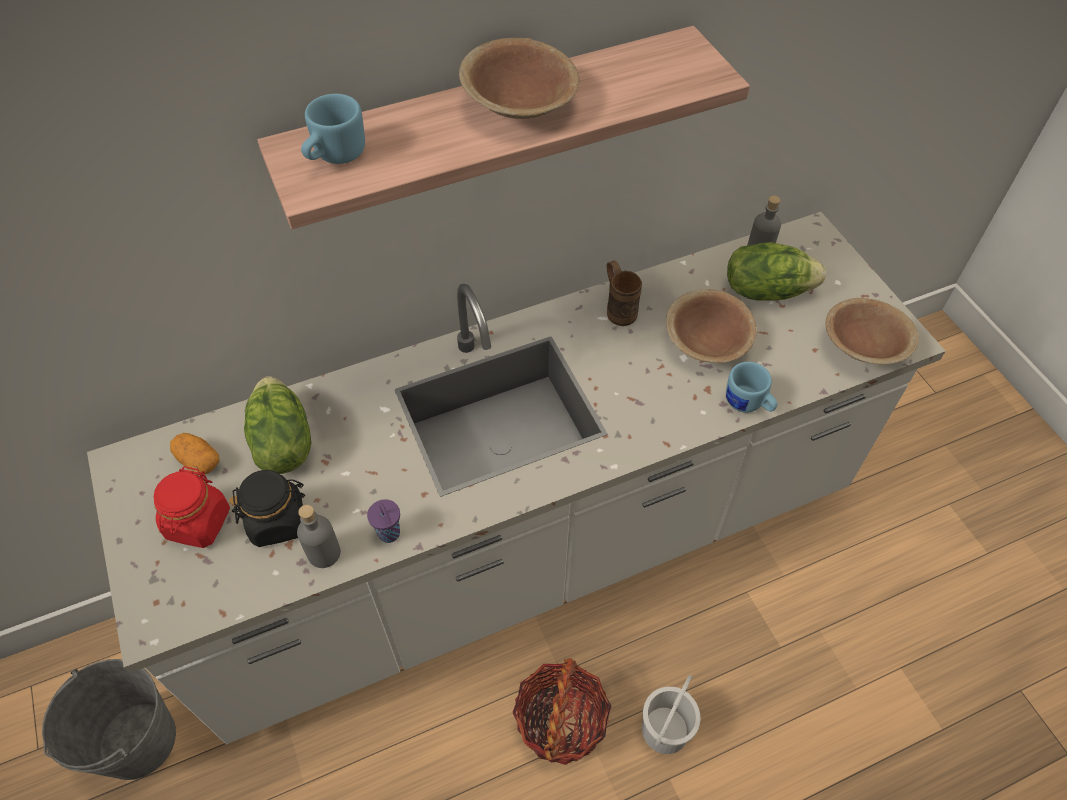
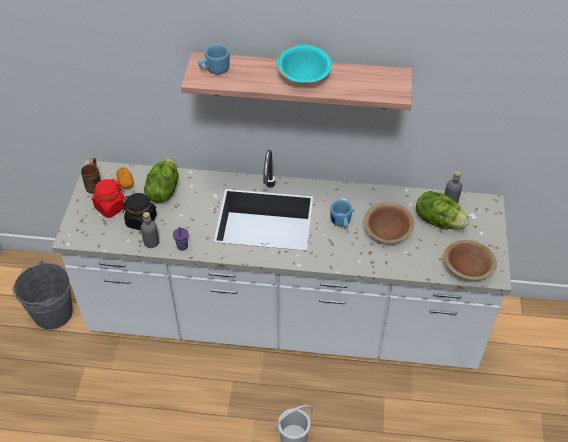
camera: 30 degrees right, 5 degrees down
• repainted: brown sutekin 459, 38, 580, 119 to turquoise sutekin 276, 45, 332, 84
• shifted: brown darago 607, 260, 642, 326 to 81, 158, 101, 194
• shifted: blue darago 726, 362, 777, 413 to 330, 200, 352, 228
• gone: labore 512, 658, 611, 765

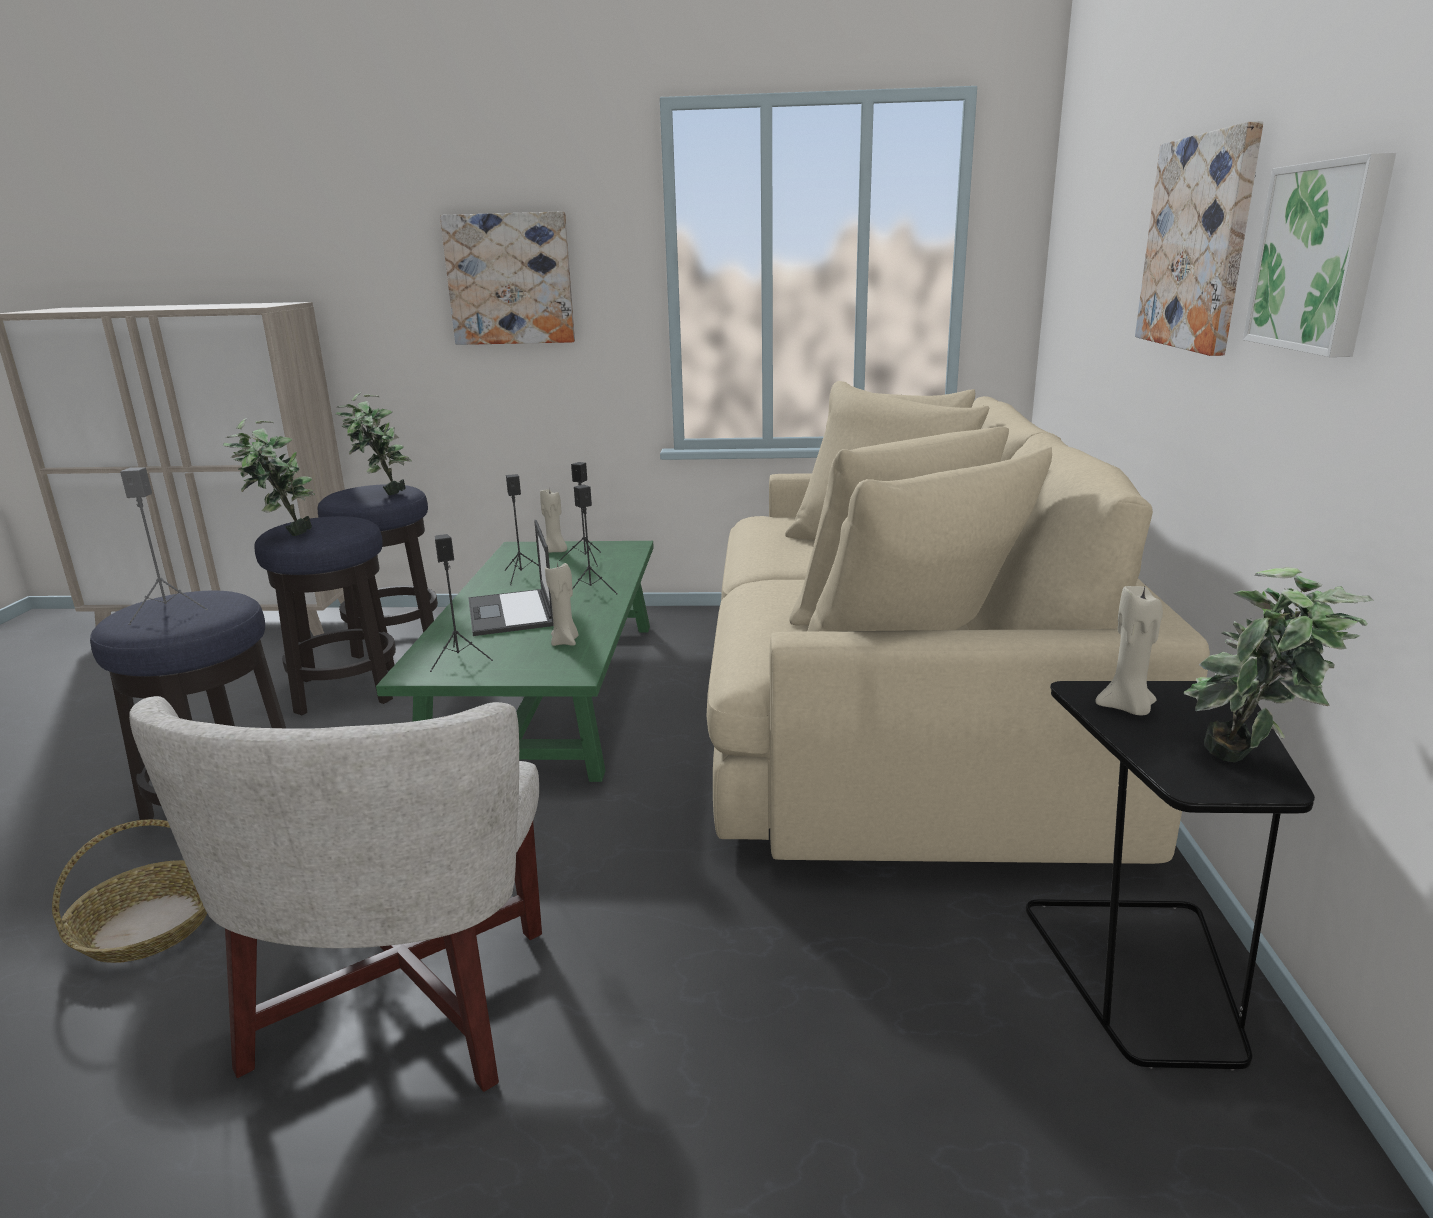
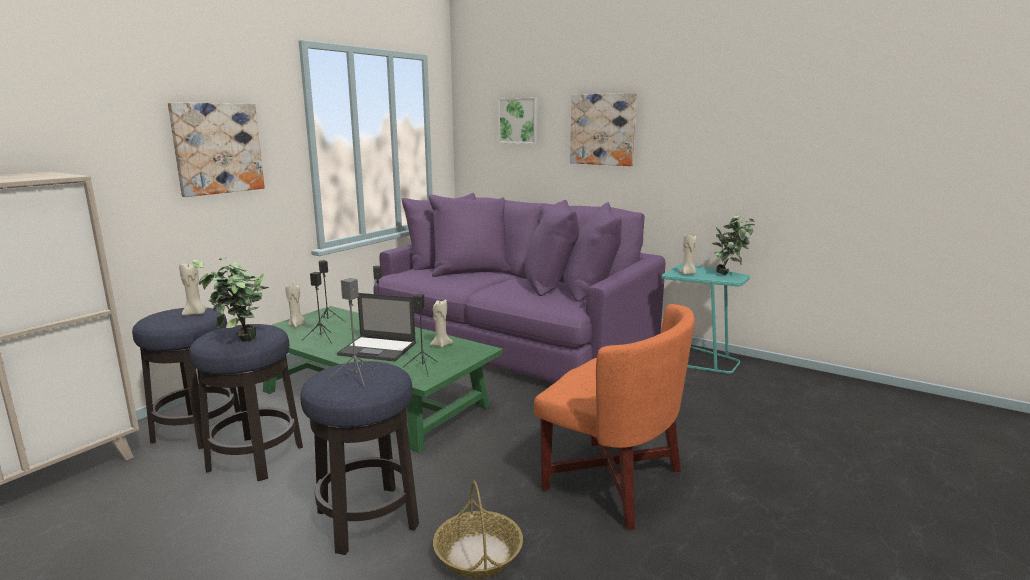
camera: 60 degrees left, 5 degrees down
• shifted: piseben 1243, 153, 1396, 357 to 498, 98, 538, 144
• repainted: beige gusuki 707, 381, 1210, 864 to purple gusuki 373, 193, 665, 383
• swapped: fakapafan 336, 392, 412, 495 to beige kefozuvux 179, 263, 207, 315
• repainted: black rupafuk 1026, 681, 1315, 1071 to turquoise rupafuk 662, 263, 750, 374
• repainted: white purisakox 129, 696, 542, 1092 to orange purisakox 534, 304, 695, 530

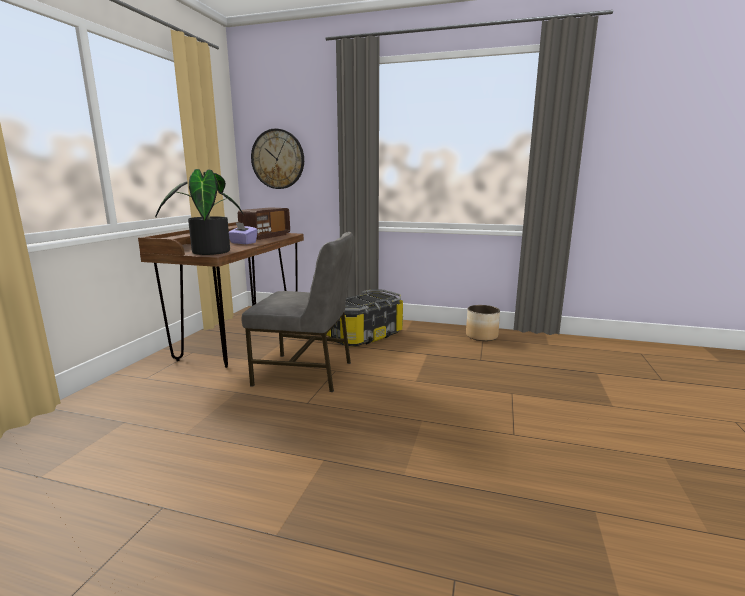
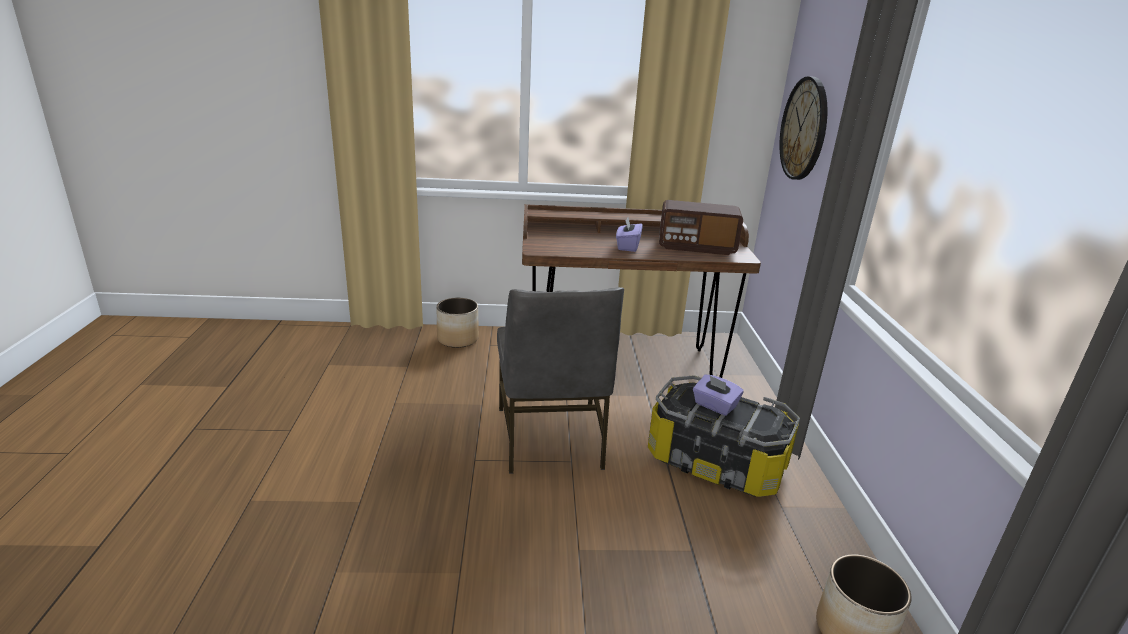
camera: 70 degrees right, 10 degrees up
• gone: fakapafan 155, 169, 244, 255
• new: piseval 436, 298, 479, 348
• new: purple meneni 693, 374, 744, 416

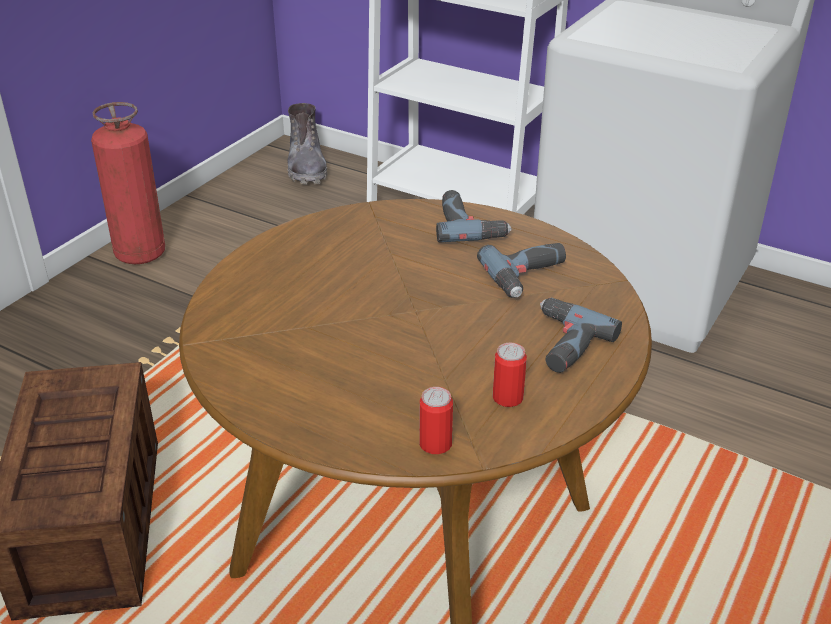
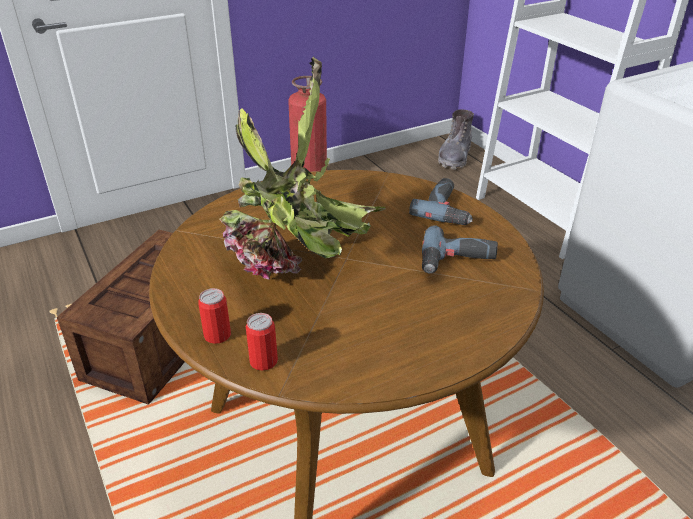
camera: 30 degrees right, 0 degrees up
• gone: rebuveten 540, 298, 622, 373
• shifted: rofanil 493, 343, 527, 407 to 198, 288, 231, 344
• new: fakapafan 220, 57, 386, 279

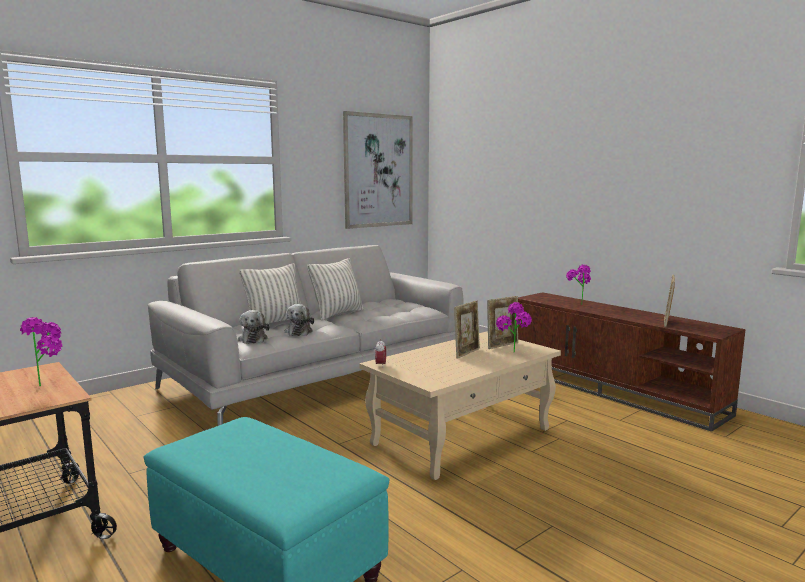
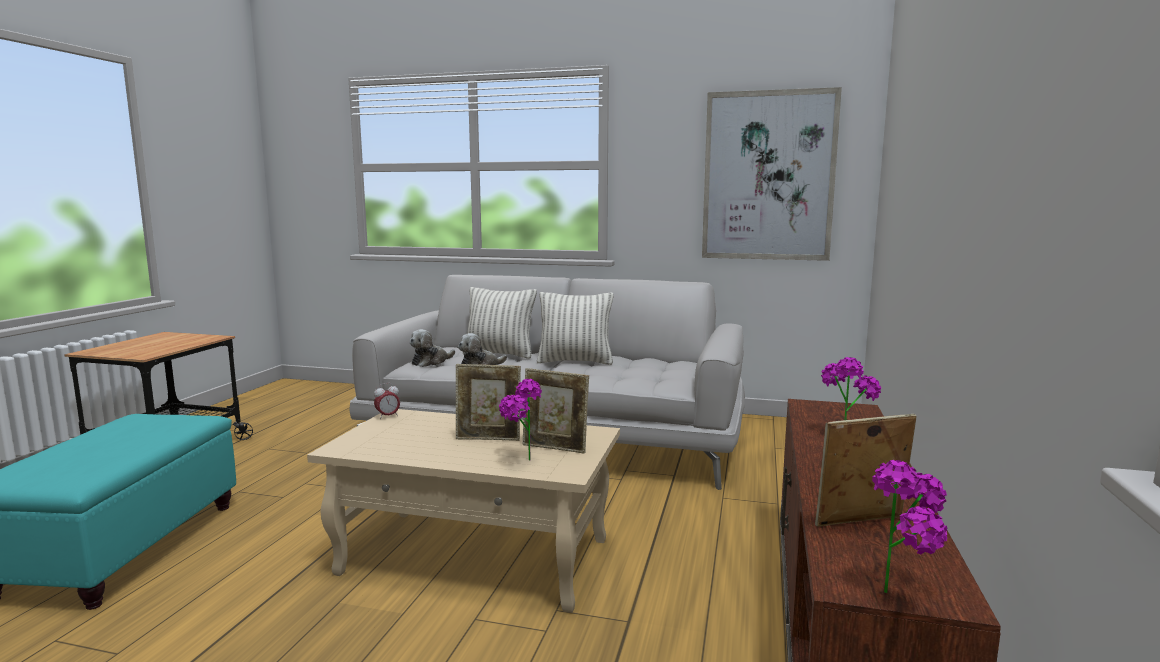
camera: 55 degrees right, 0 degrees up
• shifted: fakapafan 20, 317, 62, 386 to 872, 460, 948, 593

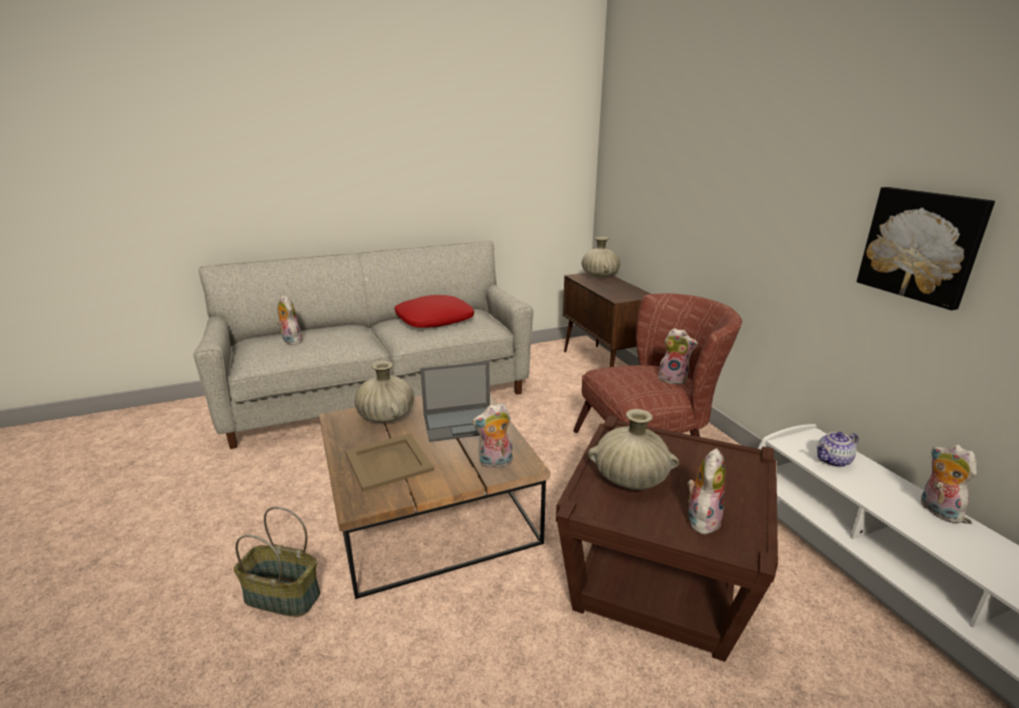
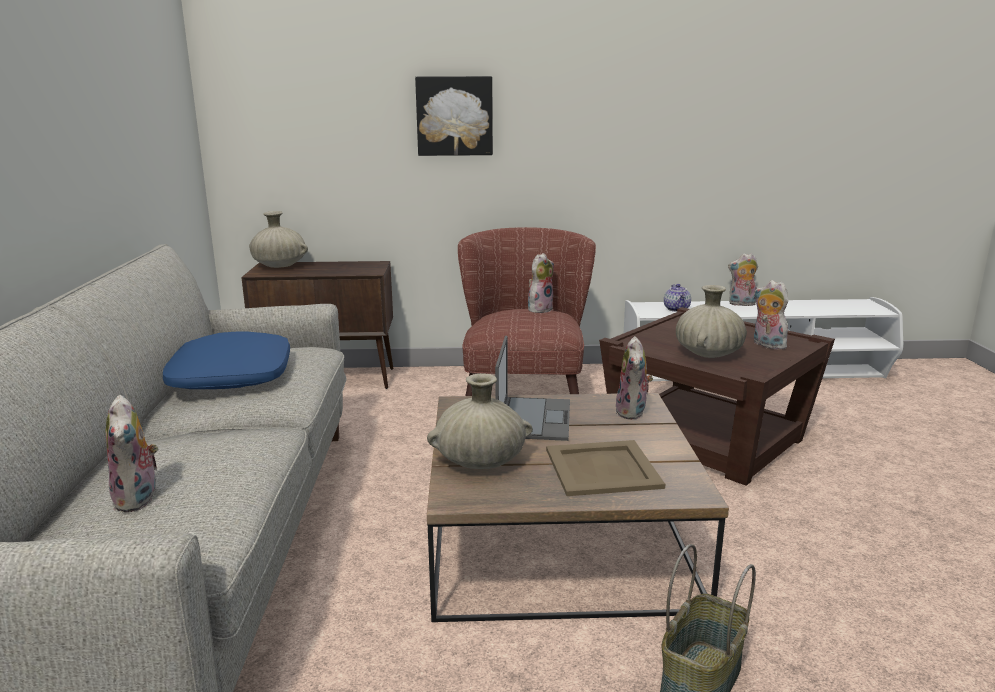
camera: 70 degrees left, 5 degrees down
• shifted: piseben 857, 187, 995, 310 to 415, 76, 493, 156
• rotated: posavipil 276, 295, 302, 345 = 106, 395, 158, 512 90 degrees counterclockwise
• repainted: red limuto 395, 295, 474, 328 to blue limuto 163, 331, 290, 389

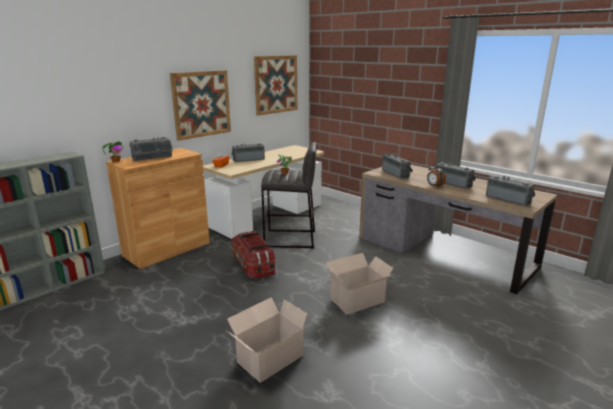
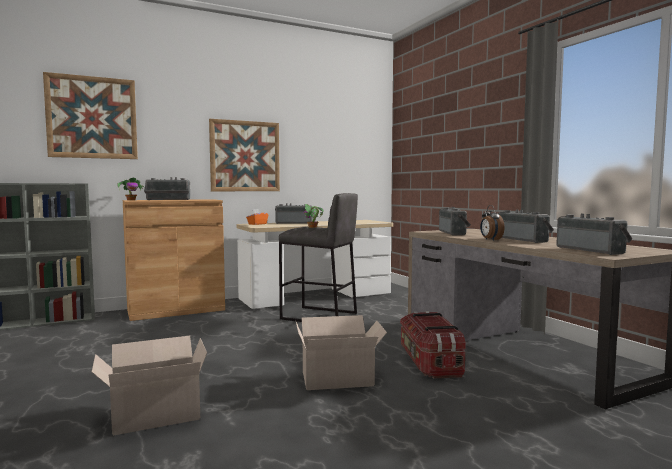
camera: 20 degrees right, 15 degrees down
• shifted: piseben 254, 55, 297, 116 to 43, 72, 138, 159
• shifted: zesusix 231, 231, 275, 279 to 400, 312, 466, 378

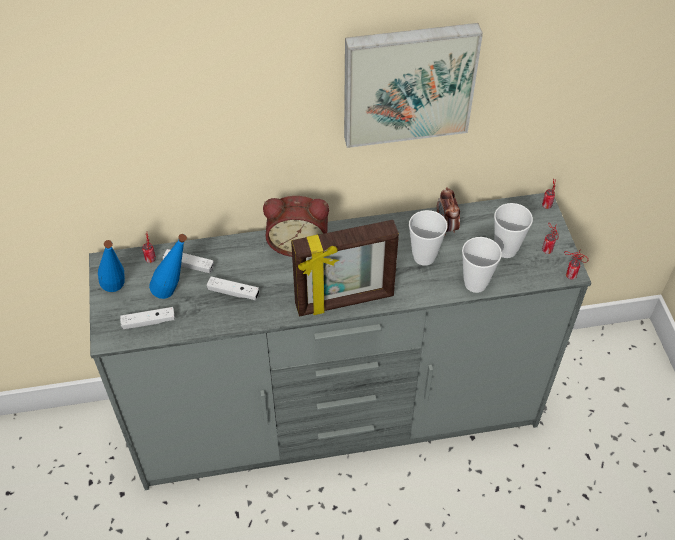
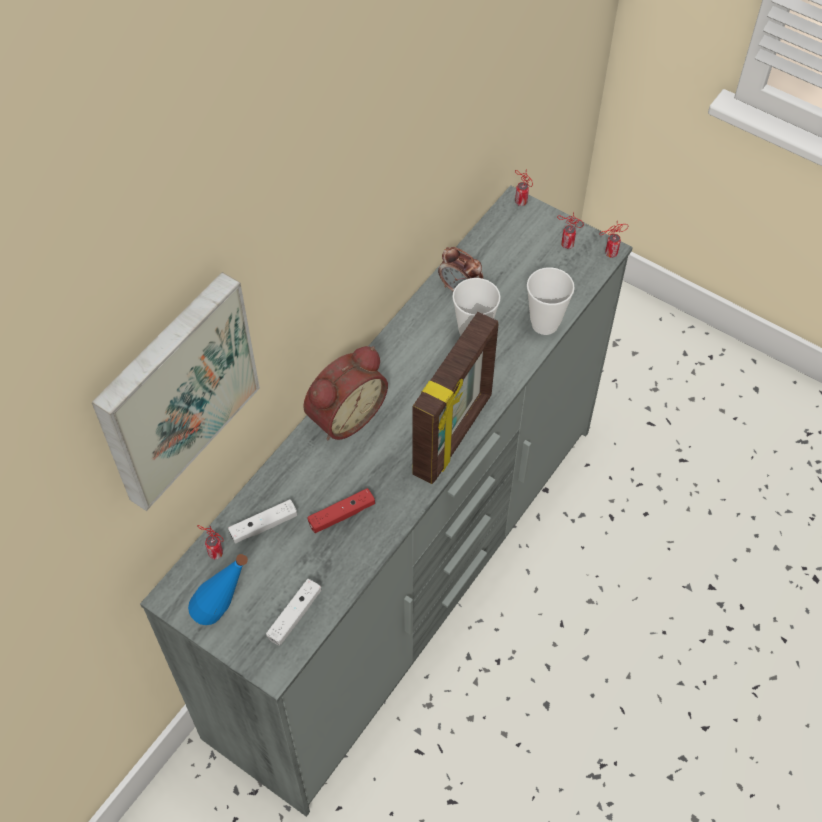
camera: 45 degrees left, 5 degrees up
• shifted: piseben 344, 23, 483, 148 to 91, 272, 260, 511
• gone: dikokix 494, 203, 533, 258
• gone: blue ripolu 149, 234, 187, 299
• repainted: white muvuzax 207, 276, 259, 300 to red muvuzax 308, 488, 375, 533

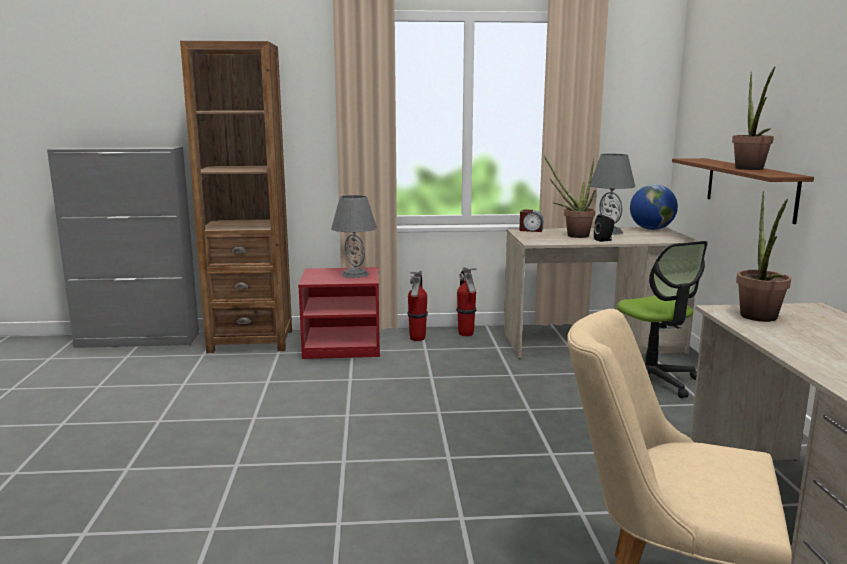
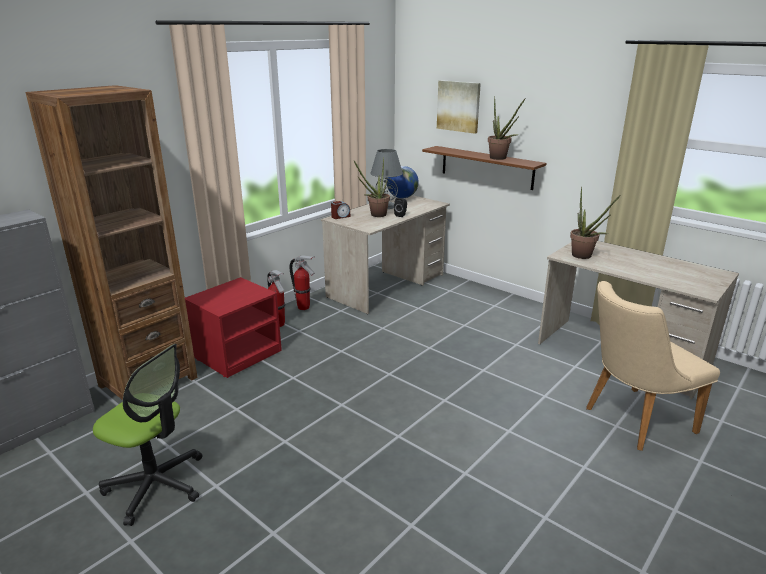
camera: 45 degrees left, 10 degrees up
• gone: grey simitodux 331, 195, 377, 278
• shifted: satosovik 617, 241, 708, 398 to 93, 344, 203, 526
• new: piseben 437, 80, 481, 134

